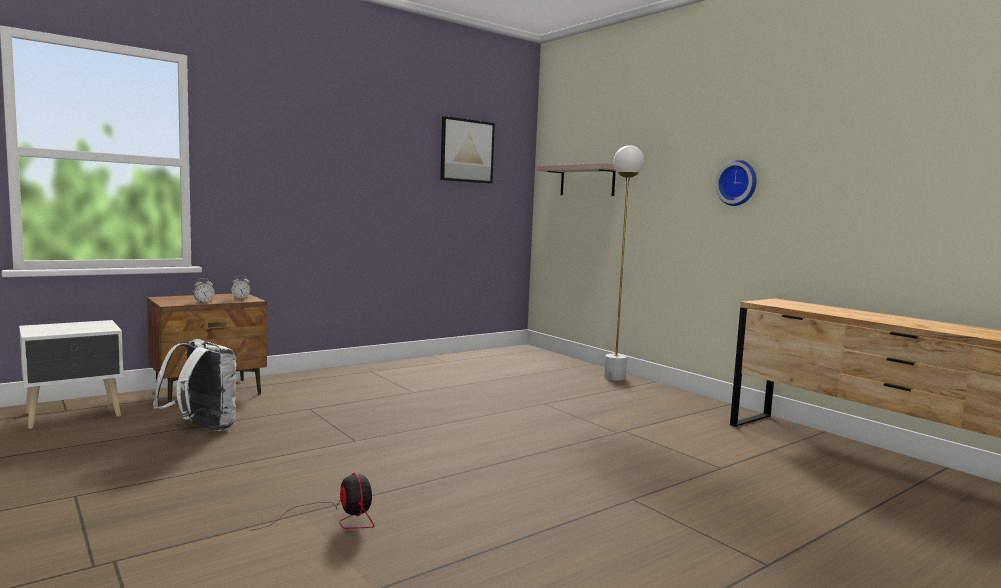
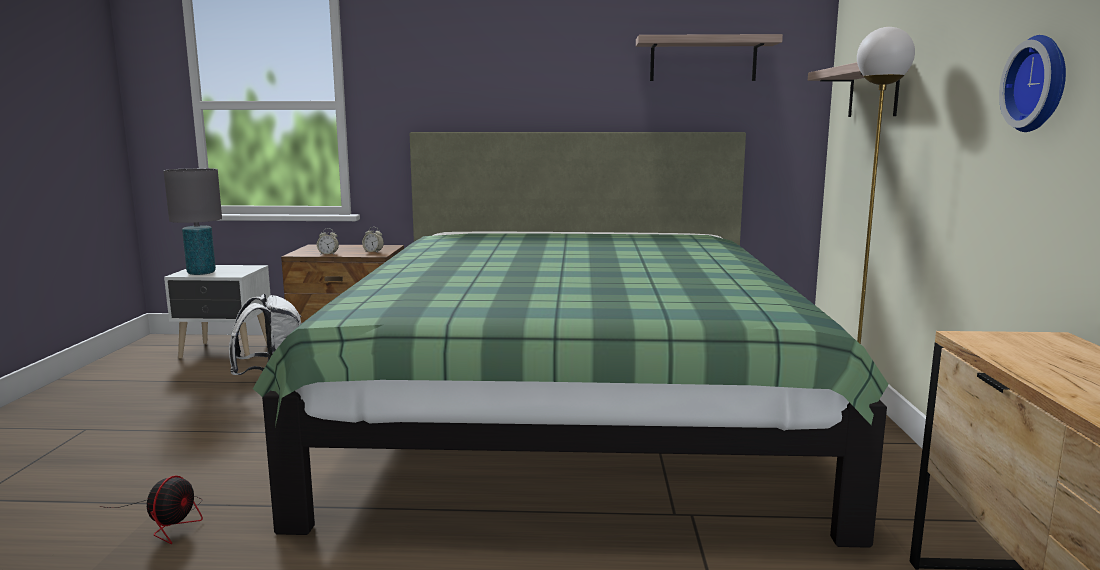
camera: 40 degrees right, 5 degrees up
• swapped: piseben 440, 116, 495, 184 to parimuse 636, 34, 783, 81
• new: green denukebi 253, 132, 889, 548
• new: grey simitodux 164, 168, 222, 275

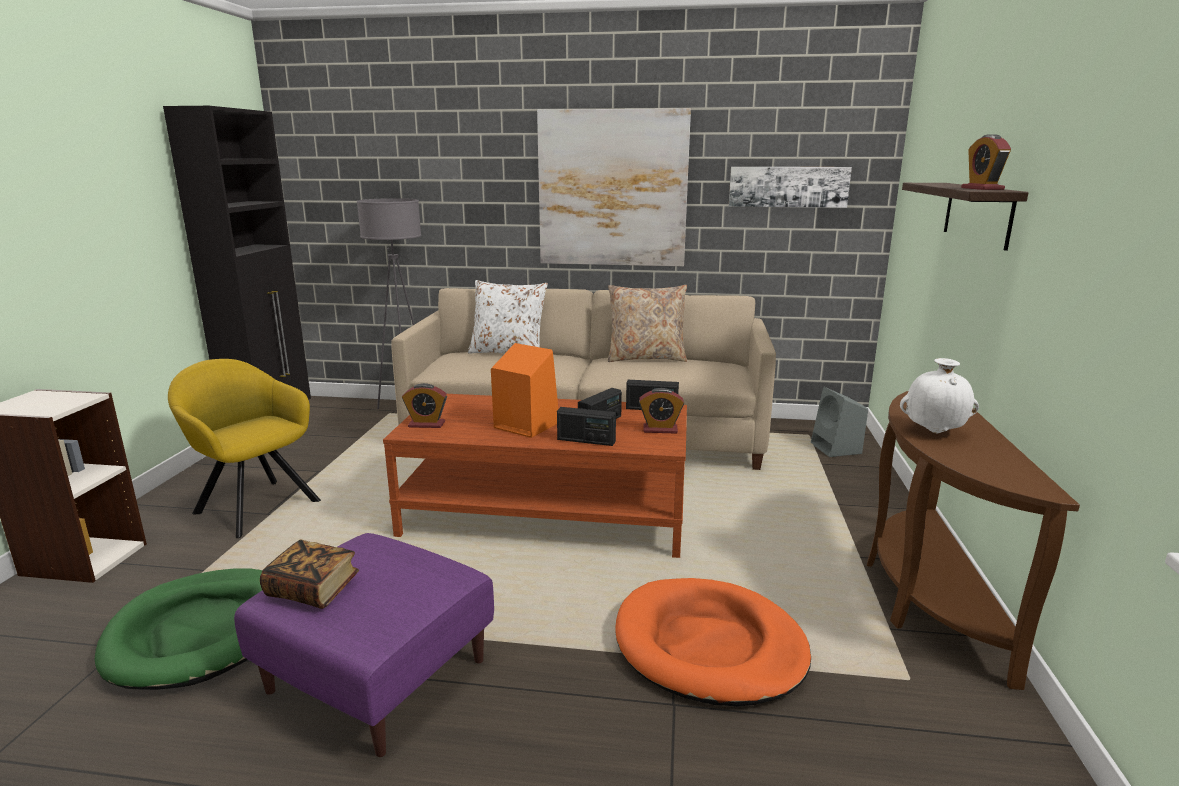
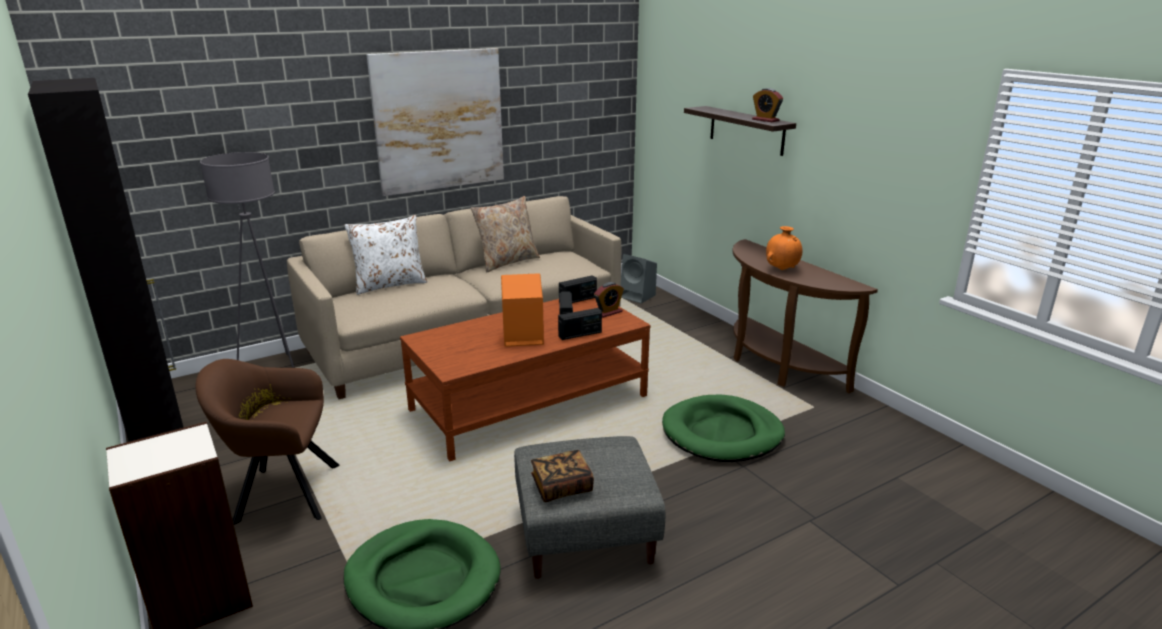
camera: 40 degrees left, 5 degrees up
• gone: piseben 729, 167, 852, 208
• repainted: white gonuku 900, 358, 979, 433 to orange gonuku 766, 226, 802, 270
• repainted: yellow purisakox 168, 359, 321, 538 to brown purisakox 195, 359, 339, 525
• gone: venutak 402, 383, 447, 428
• repainted: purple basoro 234, 533, 494, 757 to grey basoro 514, 436, 666, 579
• repainted: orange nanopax 615, 578, 811, 706 to green nanopax 662, 394, 785, 462

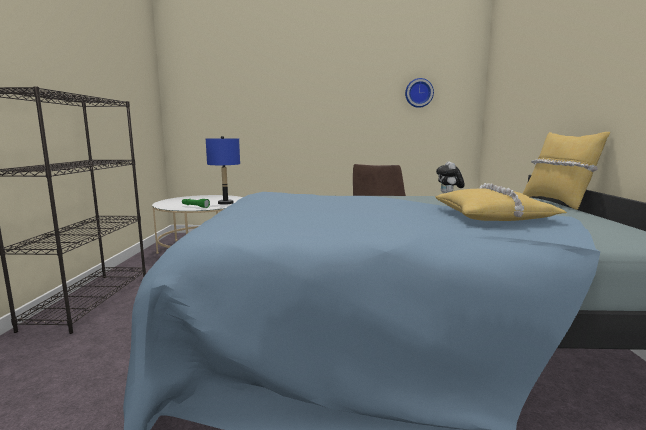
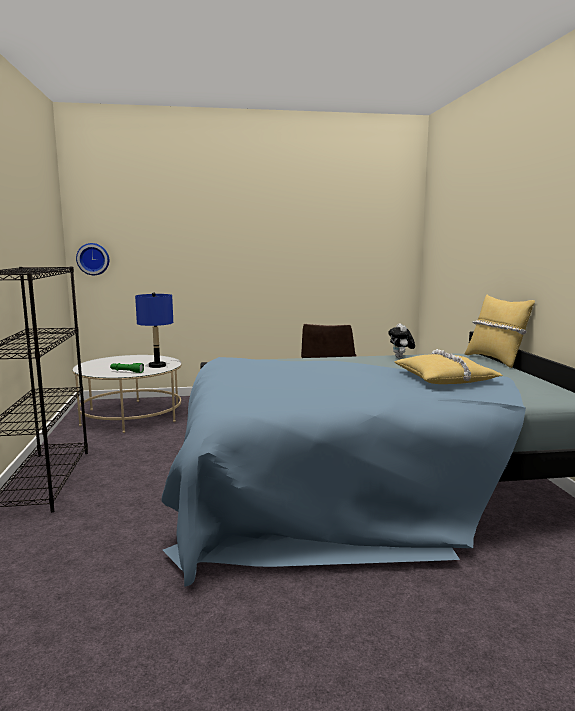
camera: 10 degrees left, 0 degrees up
• shifted: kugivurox 405, 78, 434, 108 to 76, 243, 109, 275

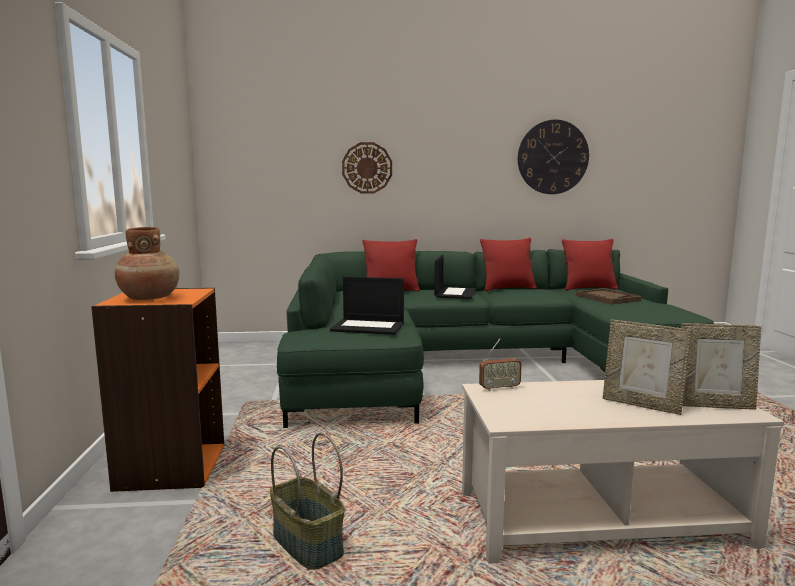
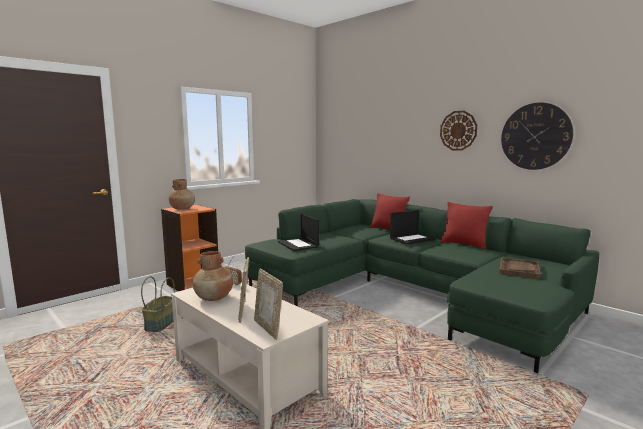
camera: 50 degrees right, 0 degrees up
• shifted: kugivurox 342, 142, 392, 194 to 440, 111, 477, 151
• gone: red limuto 562, 239, 618, 290
• new: brown gonuku 193, 251, 233, 301

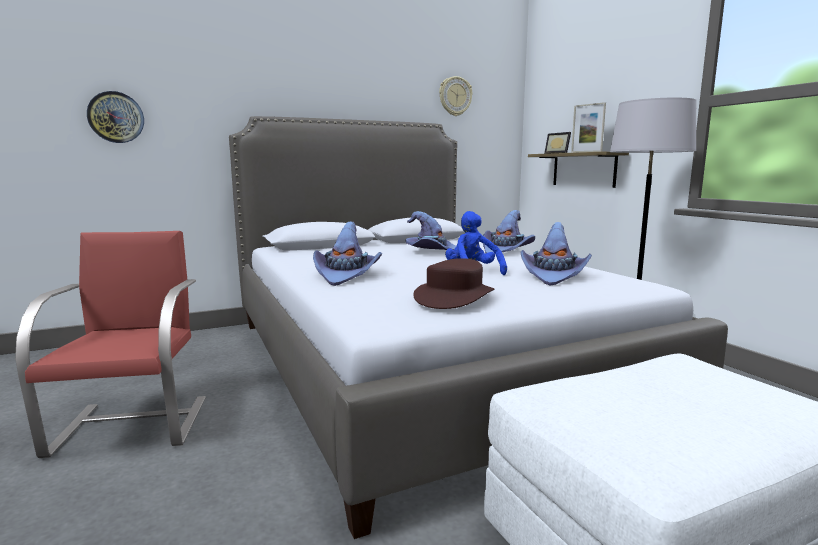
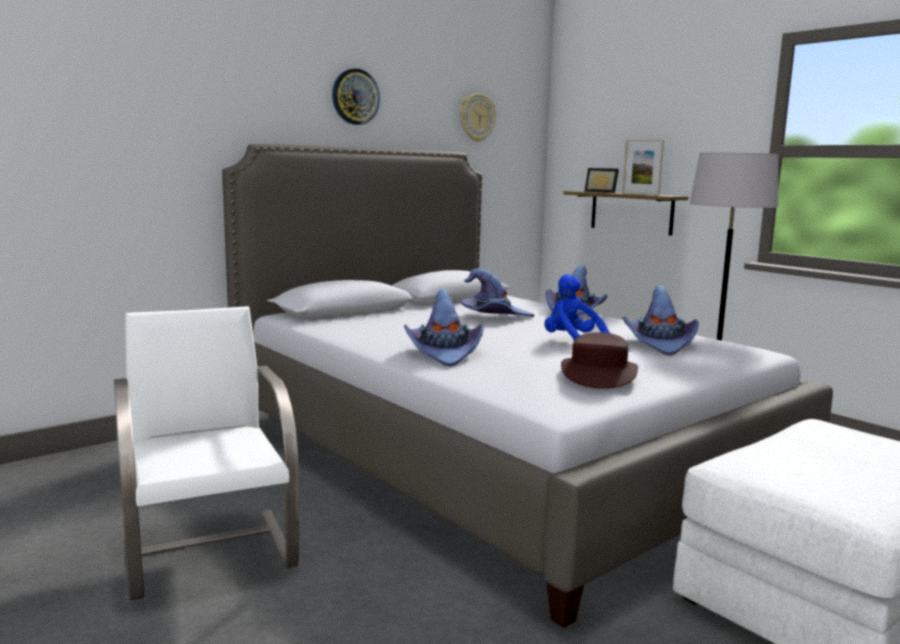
camera: 15 degrees left, 0 degrees up
• shifted: kugivurox 87, 91, 144, 143 to 332, 68, 380, 125
• repainted: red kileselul 15, 231, 206, 458 to white kileselul 114, 306, 299, 600

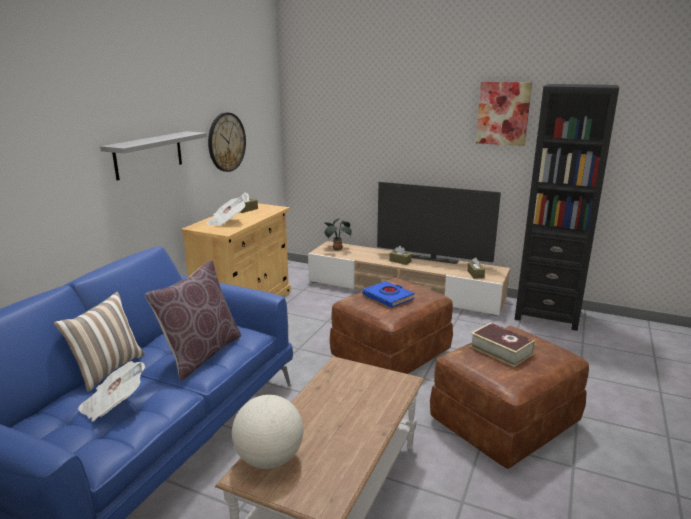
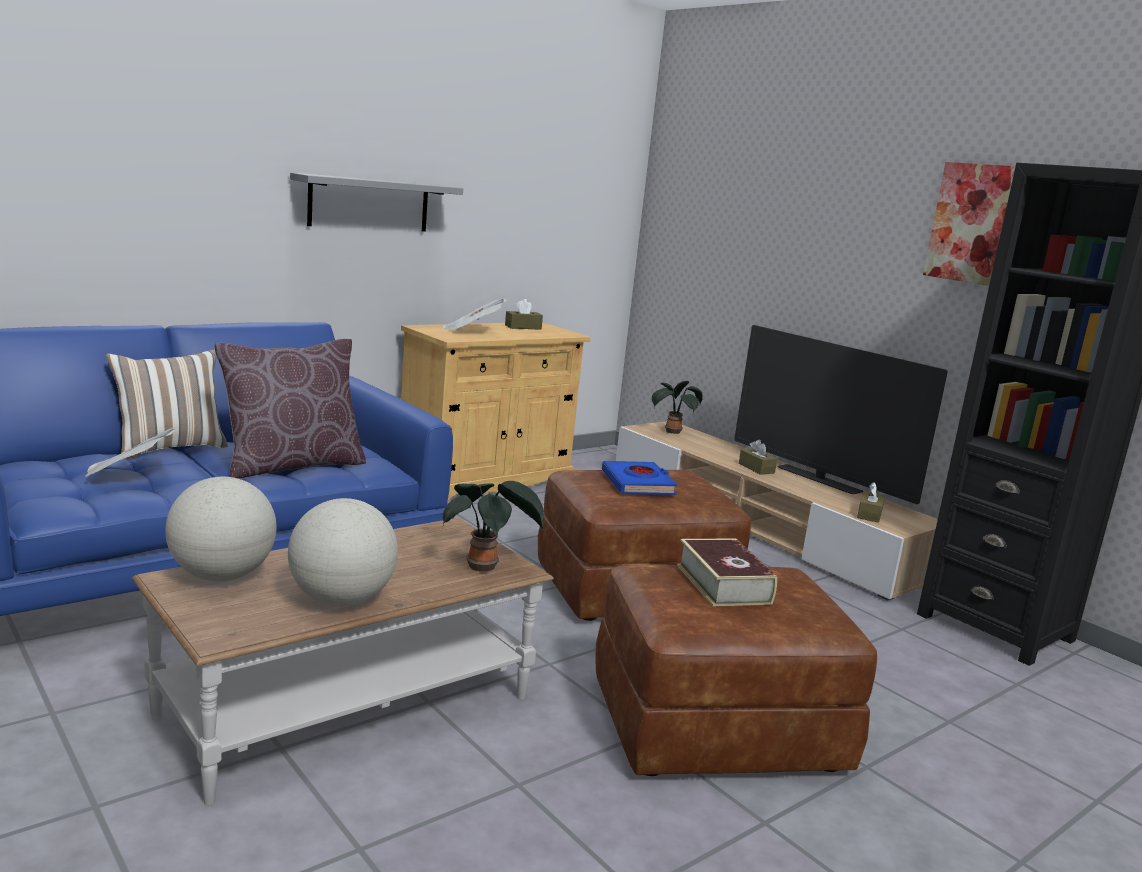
camera: 25 degrees right, 5 degrees down
• gone: kugivurox 208, 113, 246, 172
• new: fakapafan 442, 481, 544, 572
• new: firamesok 288, 498, 398, 606

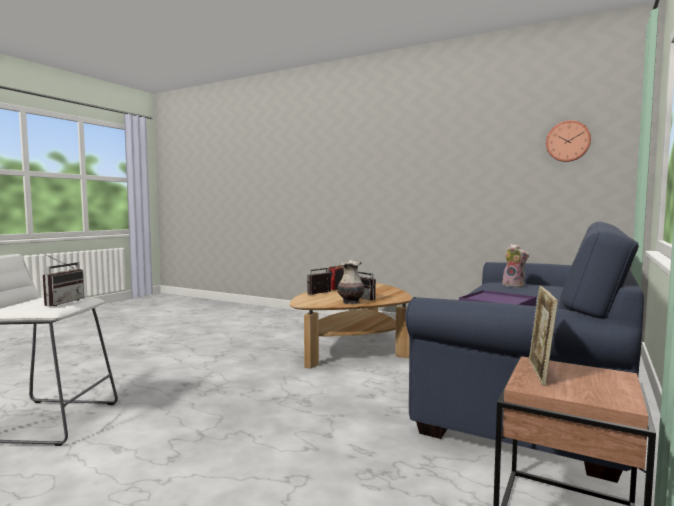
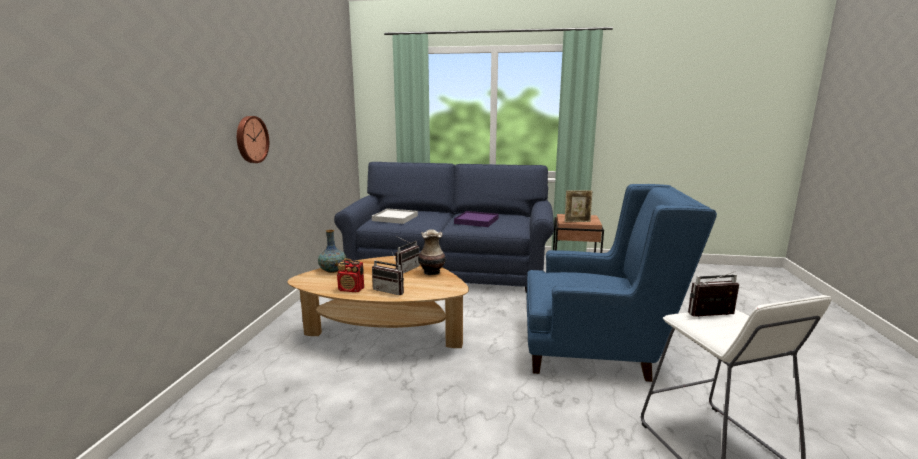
camera: 110 degrees left, 10 degrees up
• shifted: kugivurox 546, 120, 591, 162 to 237, 116, 269, 163
• swapped: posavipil 502, 244, 529, 288 to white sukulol 372, 208, 418, 224
• new: blue purisakox 526, 184, 717, 382
• new: gonuku 318, 230, 347, 273

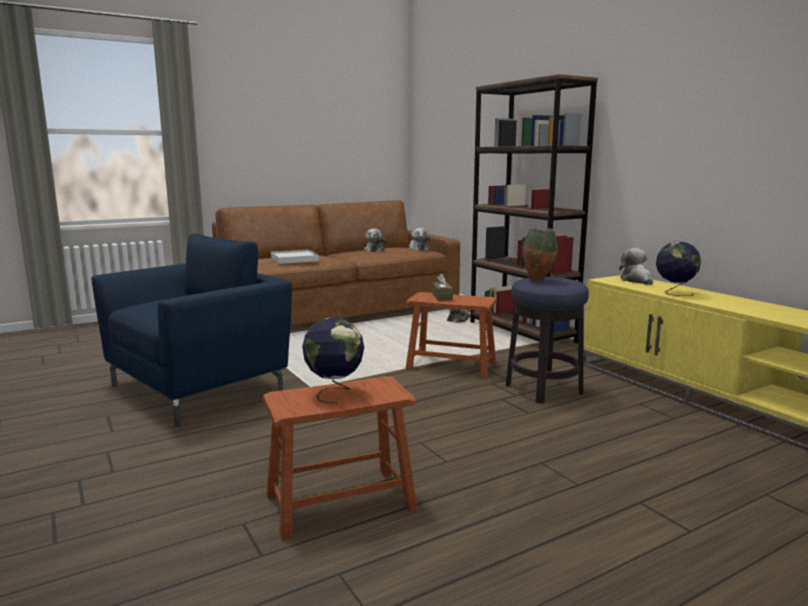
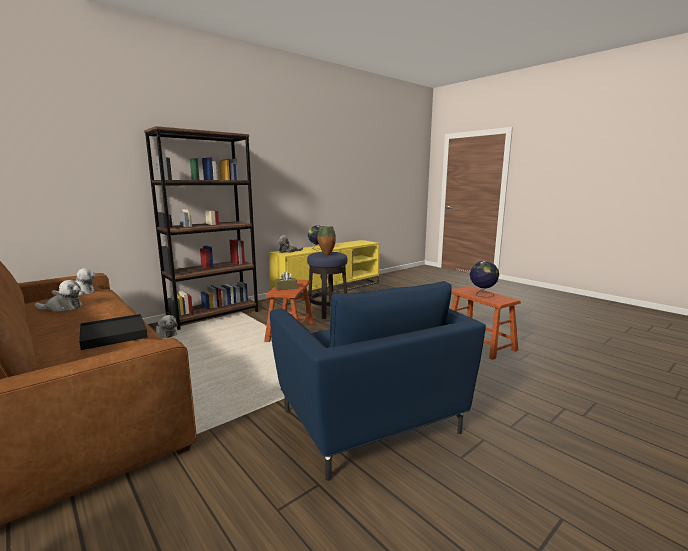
camera: 100 degrees left, 0 degrees up
• rotated: blue purisakox 92, 234, 292, 427 = 270, 281, 486, 481 150 degrees counterclockwise
• repainted: white sukulol 271, 250, 319, 264 to black sukulol 79, 314, 148, 350

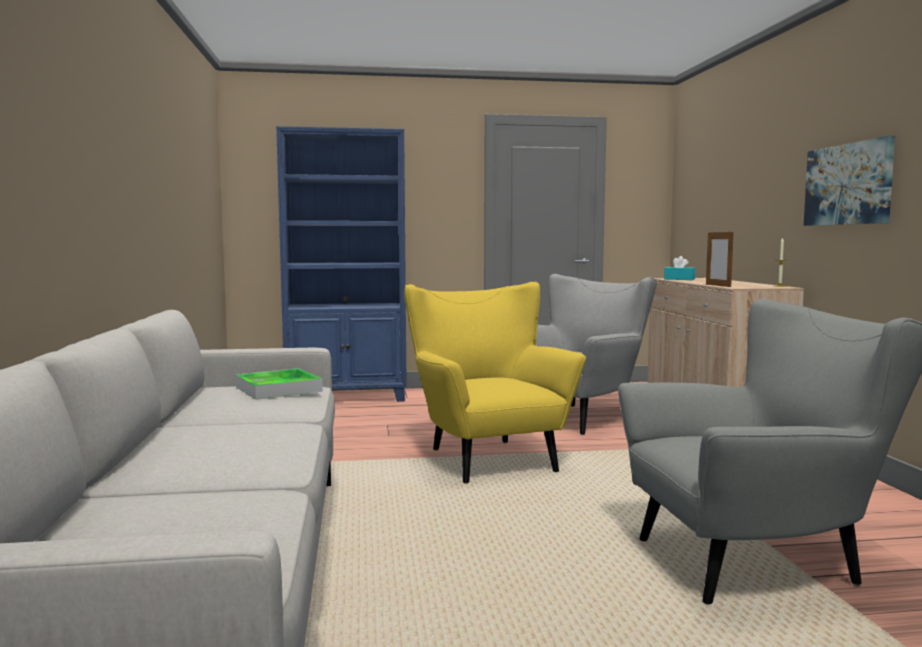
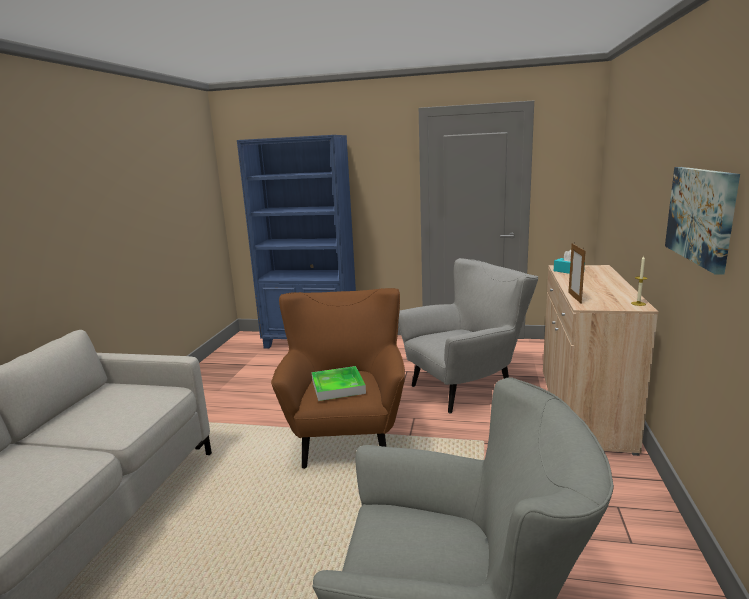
camera: 20 degrees right, 10 degrees up
• repainted: yellow purisakox 404, 282, 586, 484 to brown purisakox 271, 288, 405, 469
• shifted: sukulol 236, 368, 323, 400 to 312, 366, 366, 401

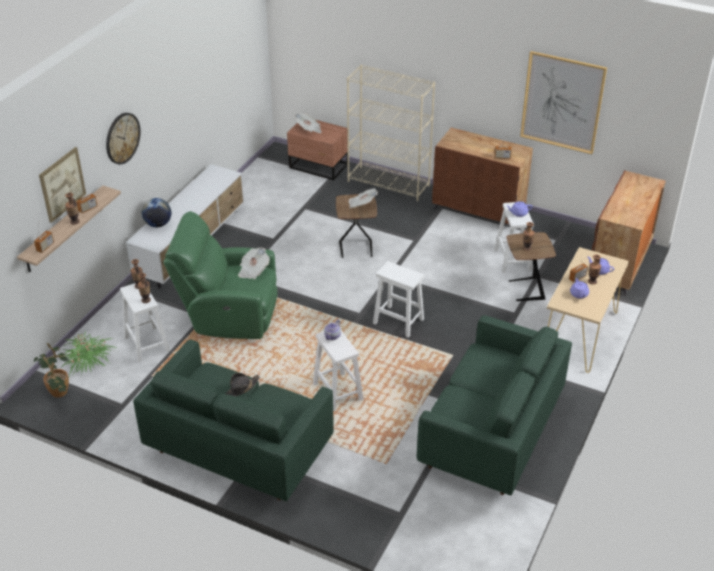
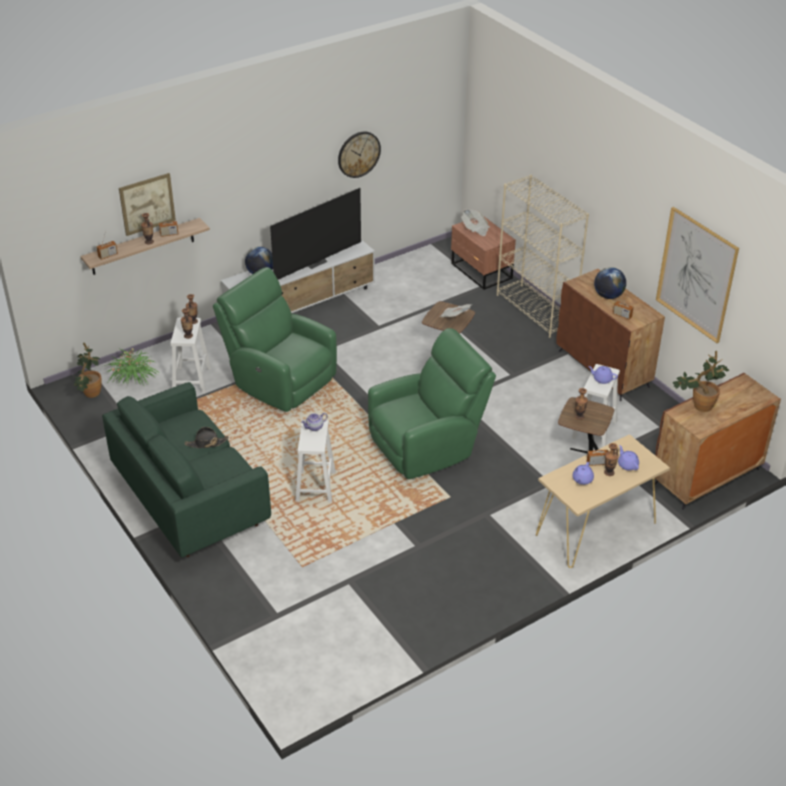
camera: 30 degrees right, 0 degrees up
• shifted: kugivurox 106, 113, 141, 164 to 338, 132, 381, 178
• gone: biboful 238, 247, 270, 279
• swapped: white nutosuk 373, 261, 424, 338 to green purisakox 368, 328, 496, 479
• gone: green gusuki 417, 315, 572, 496
• new: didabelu 270, 188, 361, 280
• new: firamesok 594, 267, 626, 299
• new: fakapafan 673, 351, 729, 412

